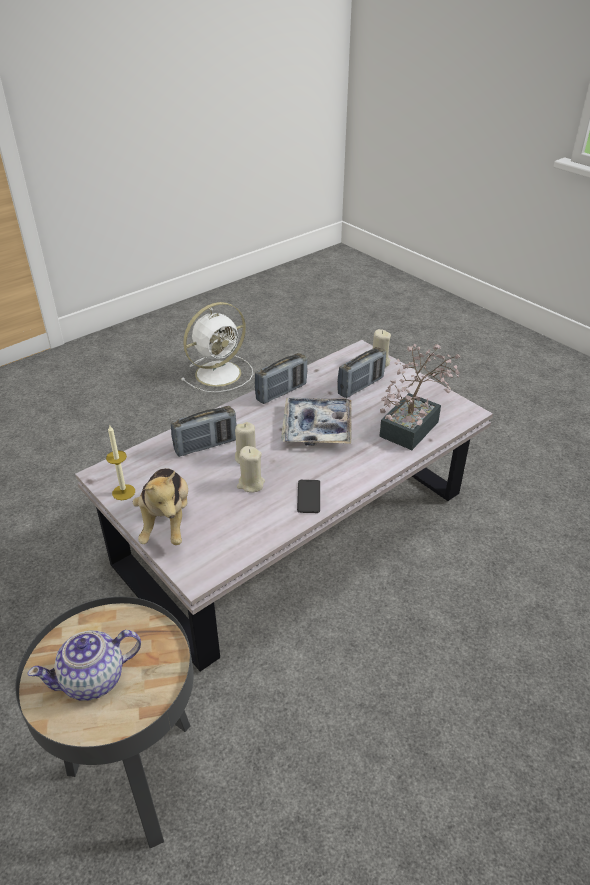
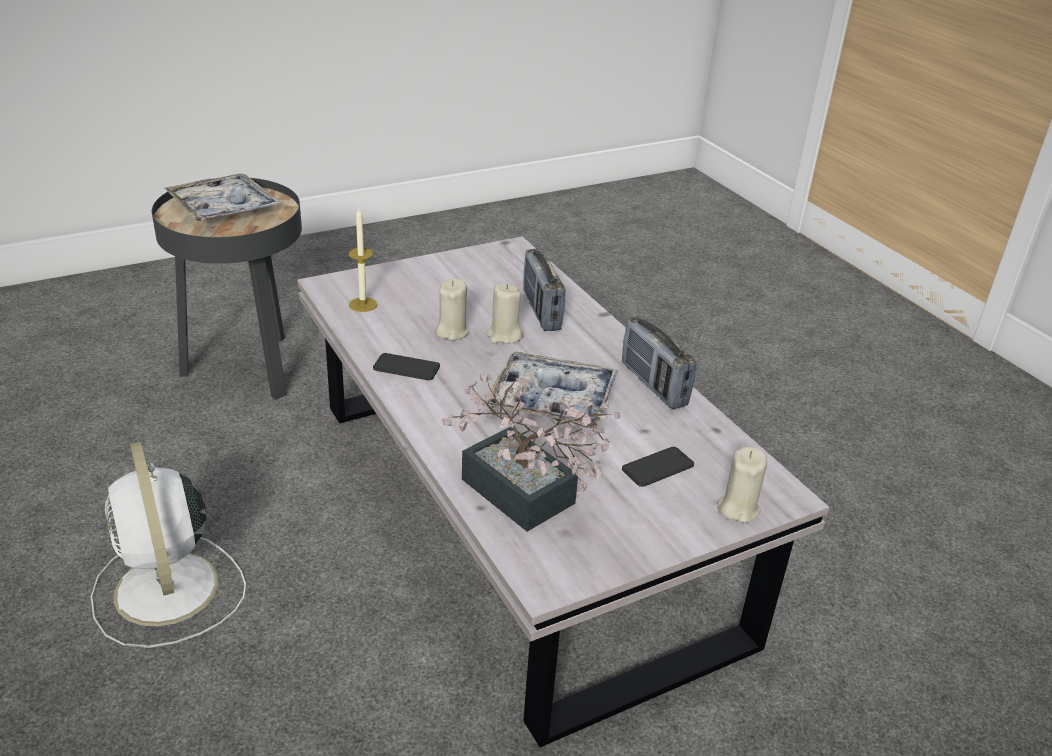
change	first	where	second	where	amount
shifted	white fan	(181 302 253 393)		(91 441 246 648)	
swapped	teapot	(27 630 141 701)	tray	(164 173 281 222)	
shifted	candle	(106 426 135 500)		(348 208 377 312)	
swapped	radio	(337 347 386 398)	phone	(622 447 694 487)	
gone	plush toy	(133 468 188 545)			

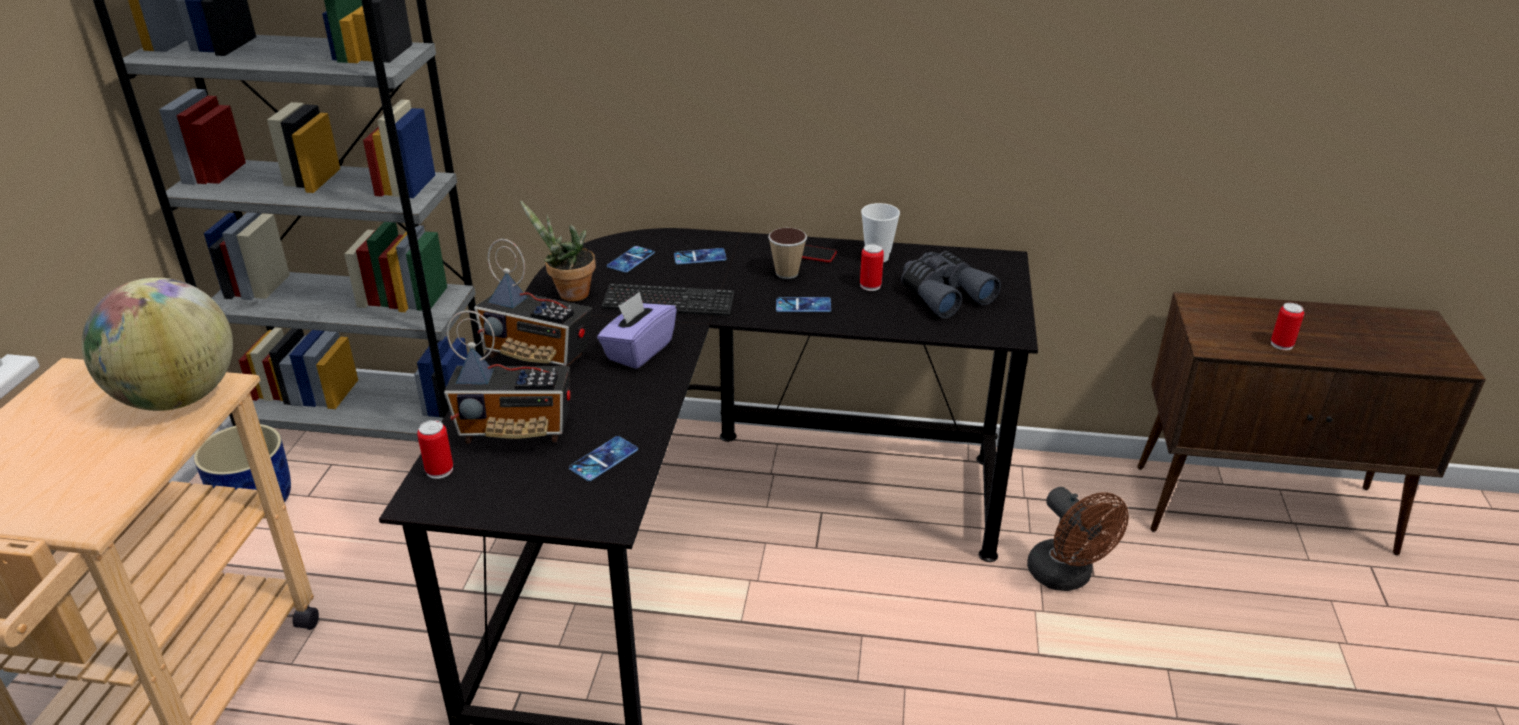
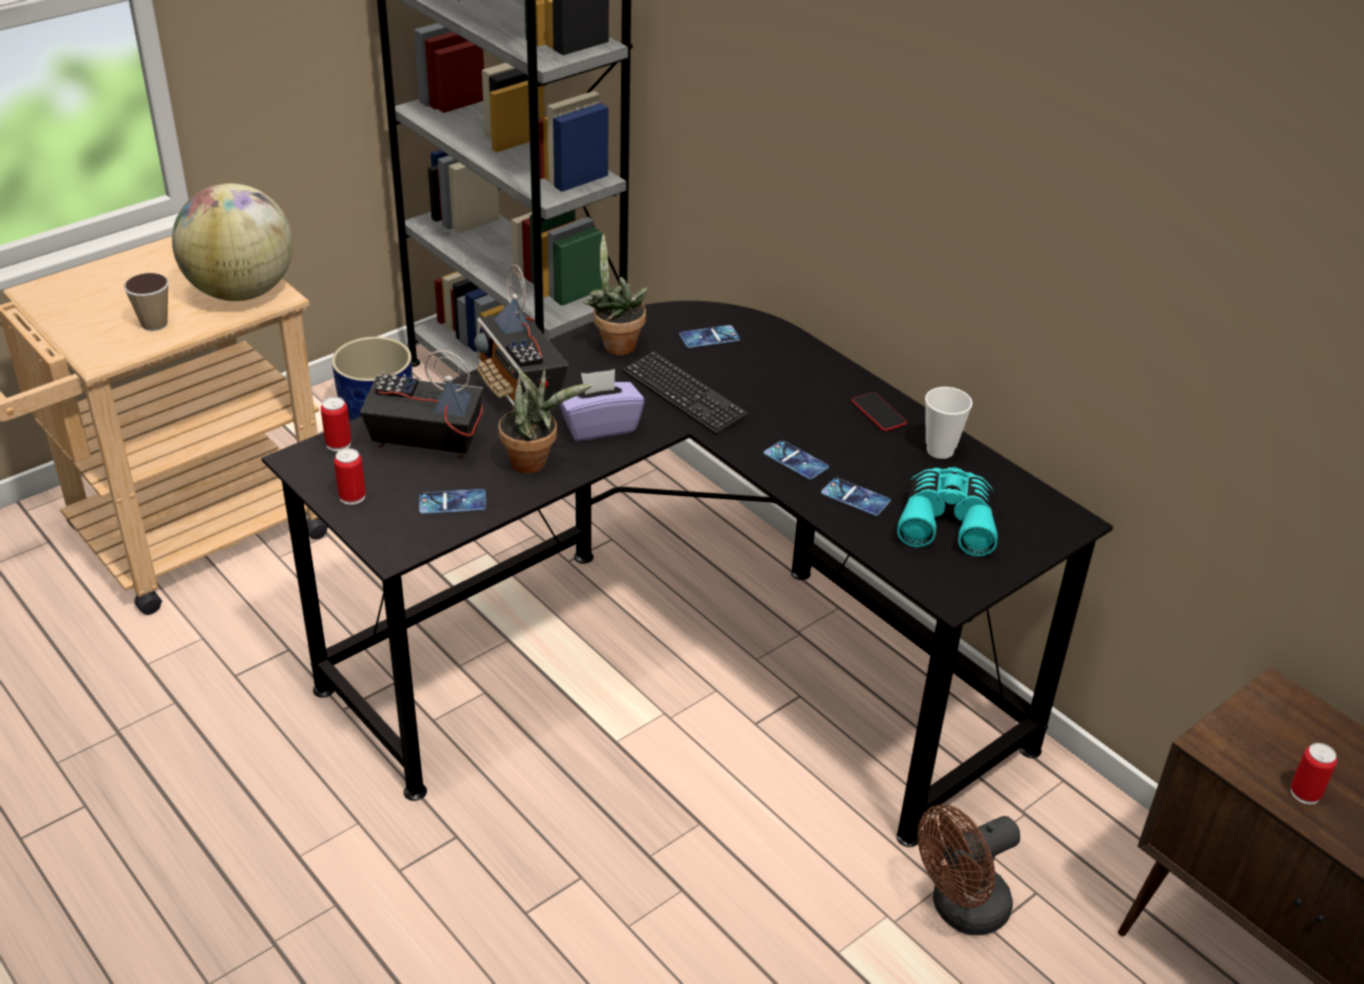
change	first	where	second	where	amount
shifted	cup	(768 228 807 279)		(124 273 169 331)	
shifted	can	(860 244 884 291)		(334 448 366 505)	
rotated	radio	(444 310 570 444)		(360 350 483 459)	150 degrees clockwise
new			potted plant	(498 368 593 473)	
shifted	phone	(674 248 727 265)		(821 477 891 516)	
repainted	grey binoculars	(901 251 1001 319)	turquoise binoculars	(897 467 998 556)	
rotated	brown fan	(1027 487 1129 591)		(918 804 1020 935)	45 degrees clockwise

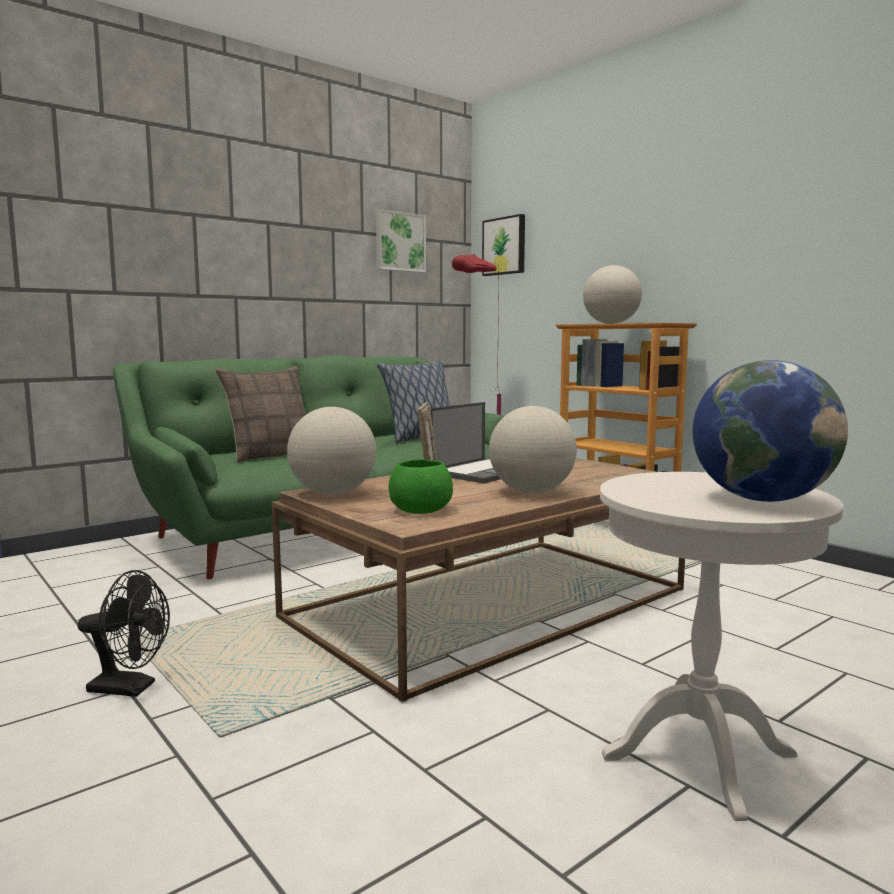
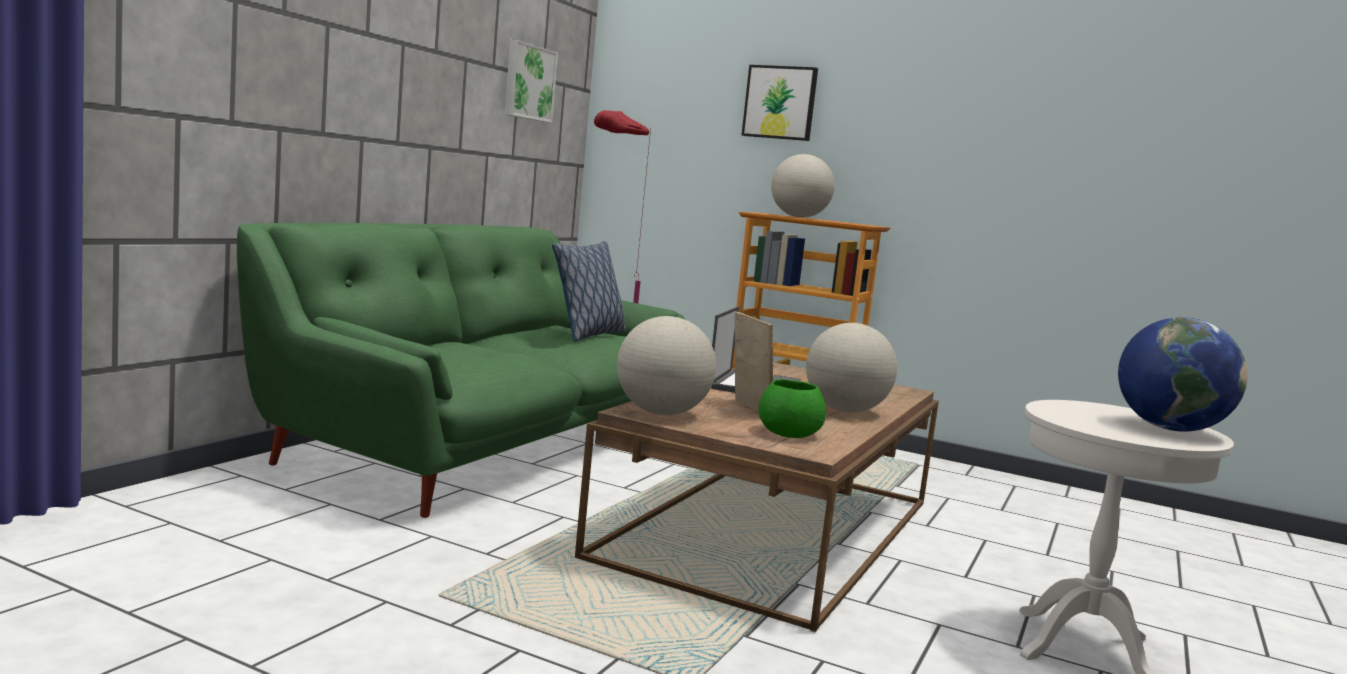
change	first	where	second	where	amount
shifted	picture	(482 214 525 276)		(742 65 818 141)	
gone	black fan	(78 570 170 697)			
gone	pillow	(215 366 306 463)			

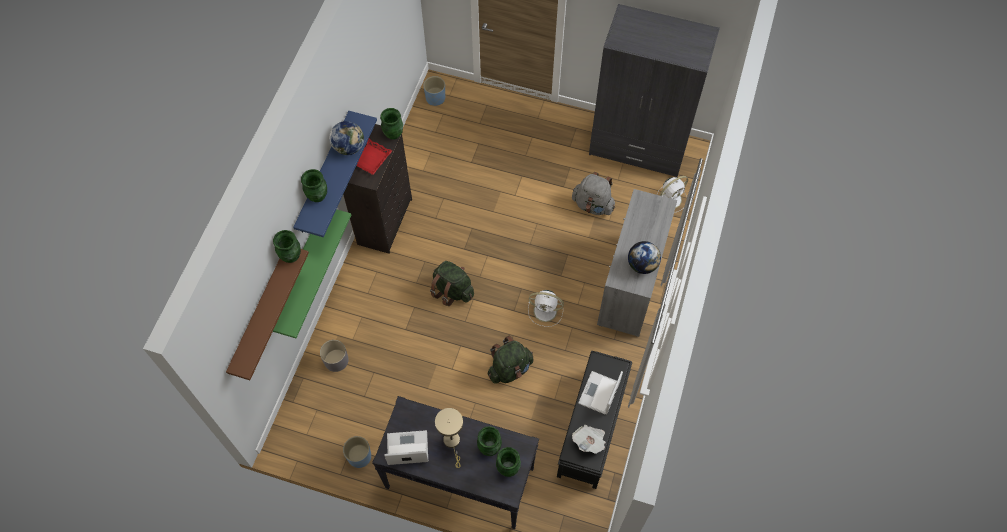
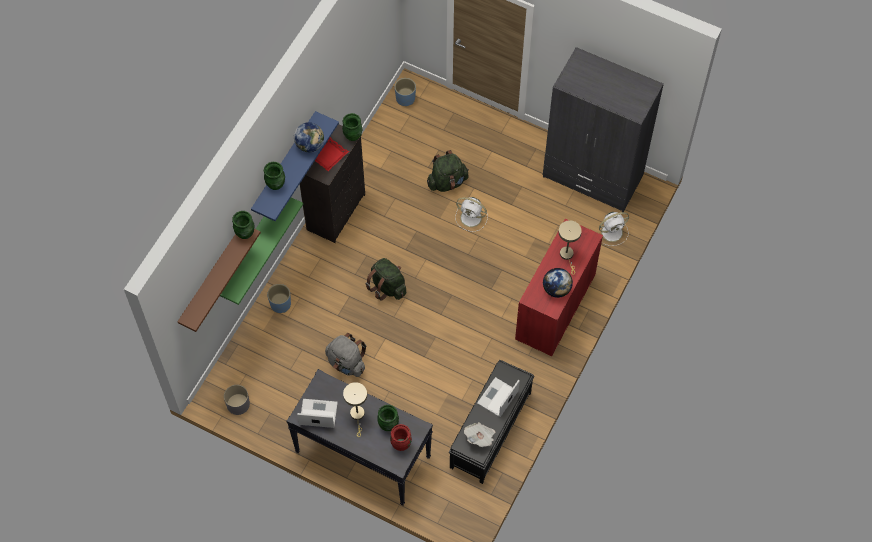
change	first	where	second	where	amount
shifted	grey planter	(320 340 349 372)		(224 385 250 415)	
shifted	blue planter	(343 436 371 468)		(267 284 291 313)	
shifted	grey backpack	(572 172 615 215)		(325 333 367 377)	
repainted	green vase	(496 447 521 477)	red vase	(390 424 412 451)	
shifted	green backpack	(488 336 533 384)		(427 150 469 192)	
shifted	white fan	(528 290 564 327)		(456 197 488 232)	
repainted	grey cabinet	(597 189 677 337)	red cabinet	(515 219 603 356)	
new			beige table lamp	(558 220 582 275)	

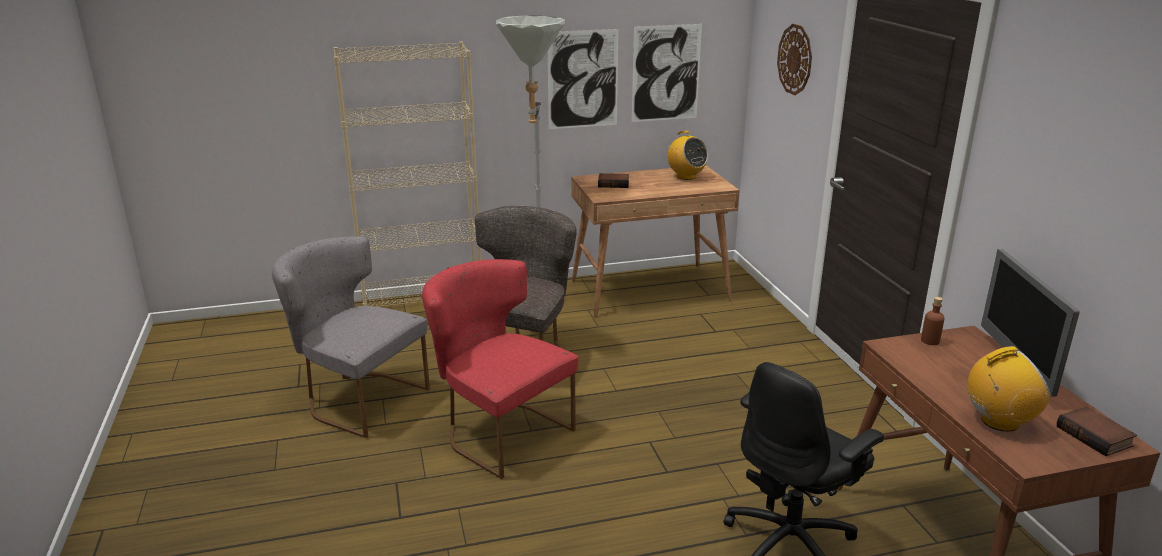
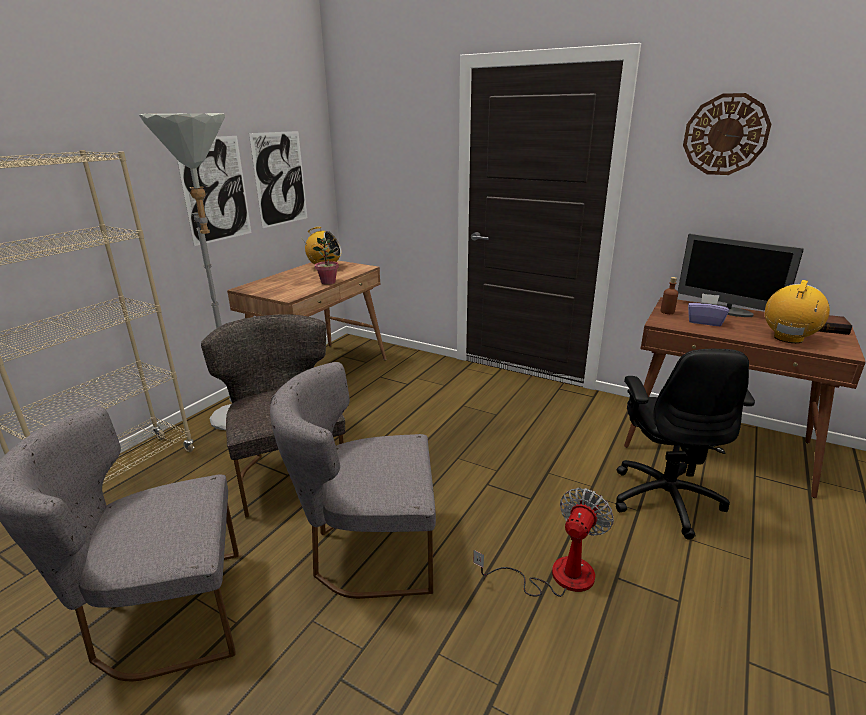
change	first	where	second	where	amount
repainted	red chair	(422 259 578 479)	grey chair	(270 362 436 599)	
new			potted plant	(313 237 339 285)	
new			fan	(473 488 614 597)	
shifted	wall clock	(777 24 812 95)		(683 93 771 175)	
new			purple tissue box	(688 293 729 326)	
gone	book	(598 173 629 188)			

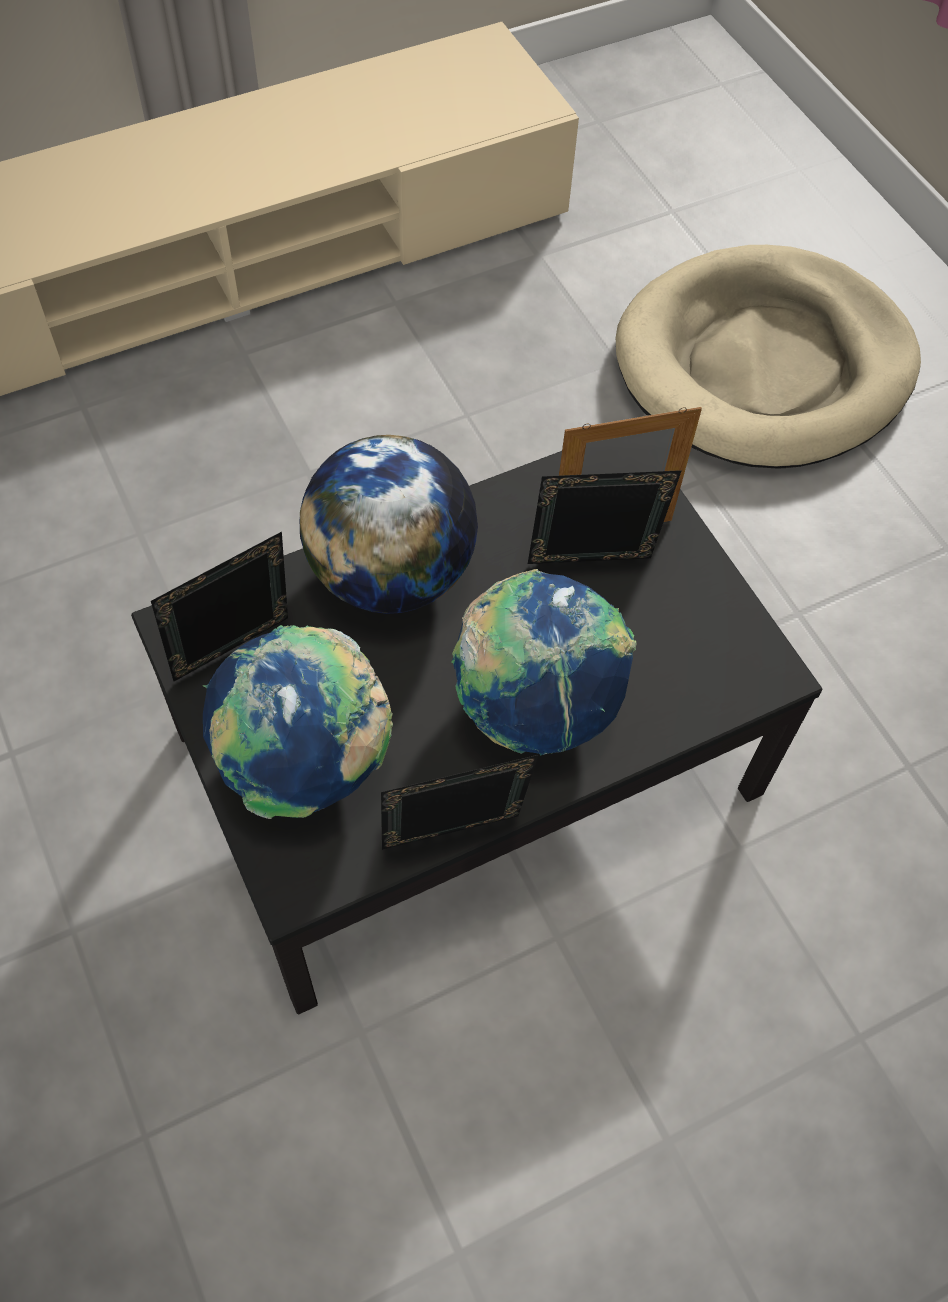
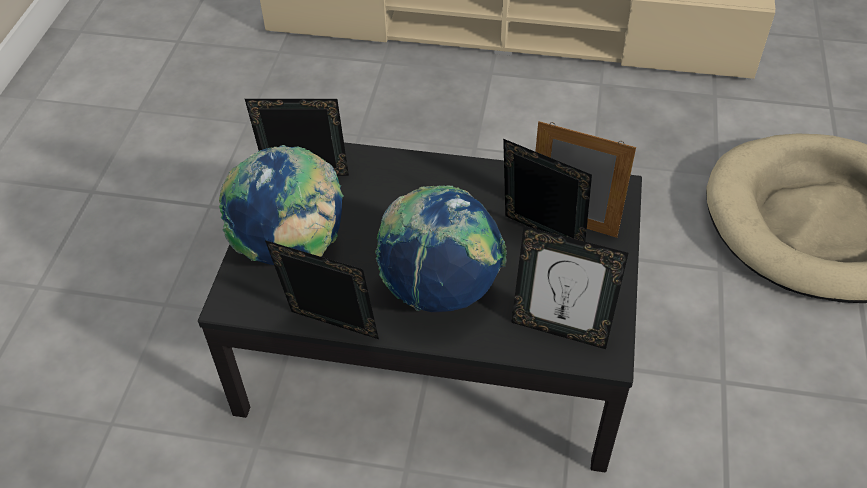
change	first	where	second	where	amount
new			picture frame	(511 226 628 349)	
gone	globe	(300 435 478 614)			

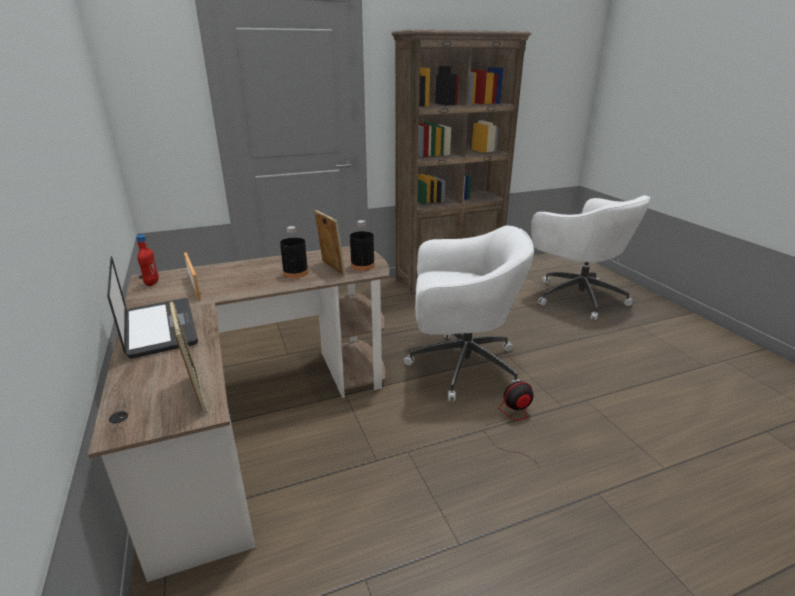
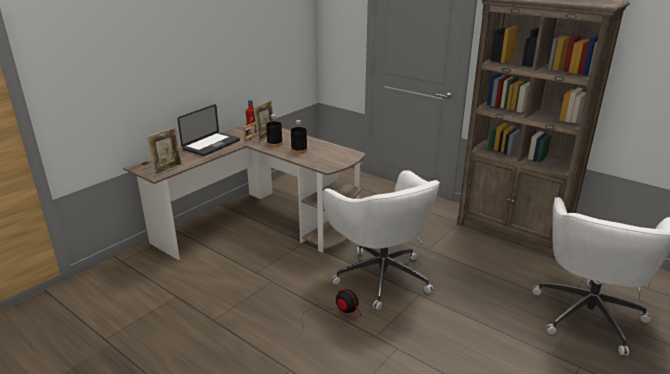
change	first	where	second	where	amount
shifted	picture frame	(314 210 345 276)		(254 100 274 142)	
shifted	black bottle	(350 220 375 271)		(266 114 283 147)	

